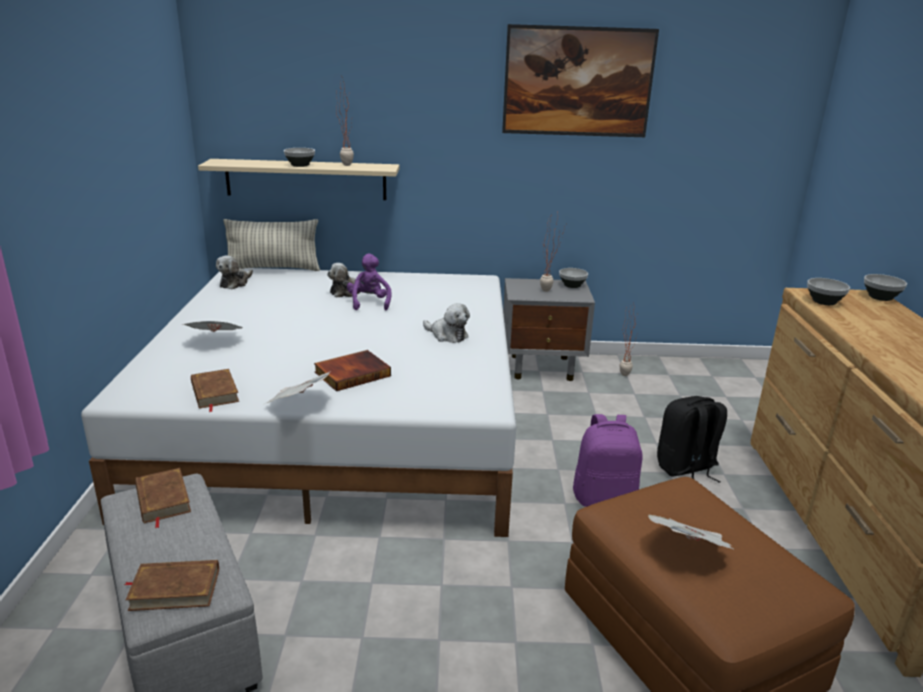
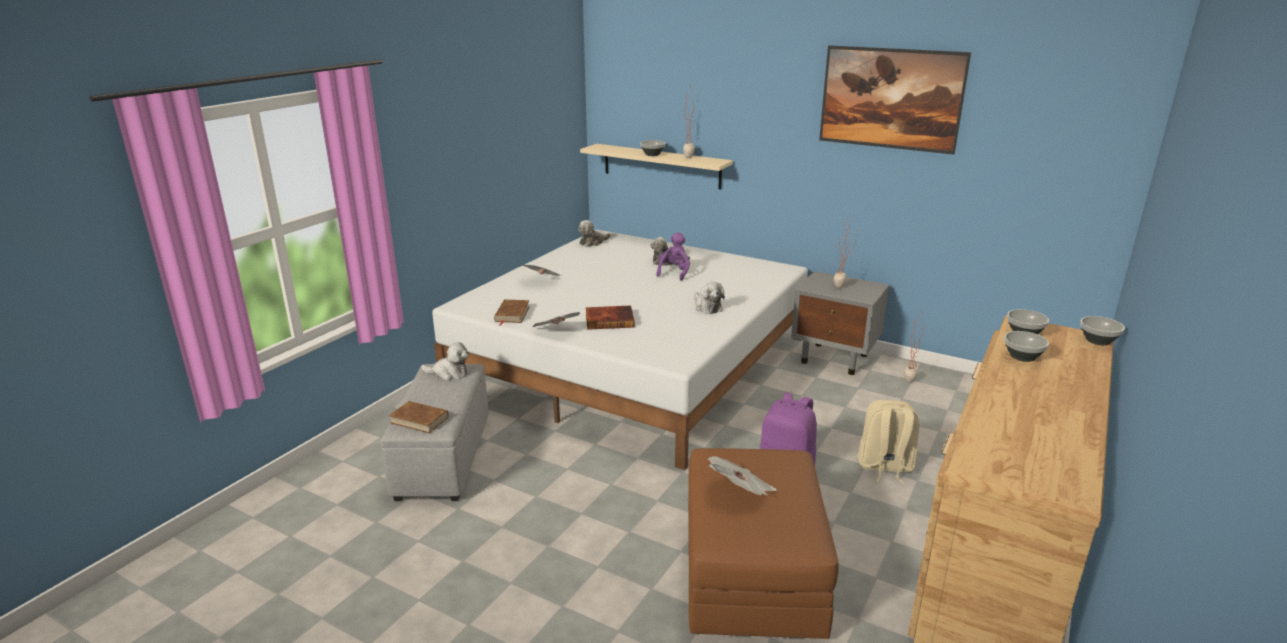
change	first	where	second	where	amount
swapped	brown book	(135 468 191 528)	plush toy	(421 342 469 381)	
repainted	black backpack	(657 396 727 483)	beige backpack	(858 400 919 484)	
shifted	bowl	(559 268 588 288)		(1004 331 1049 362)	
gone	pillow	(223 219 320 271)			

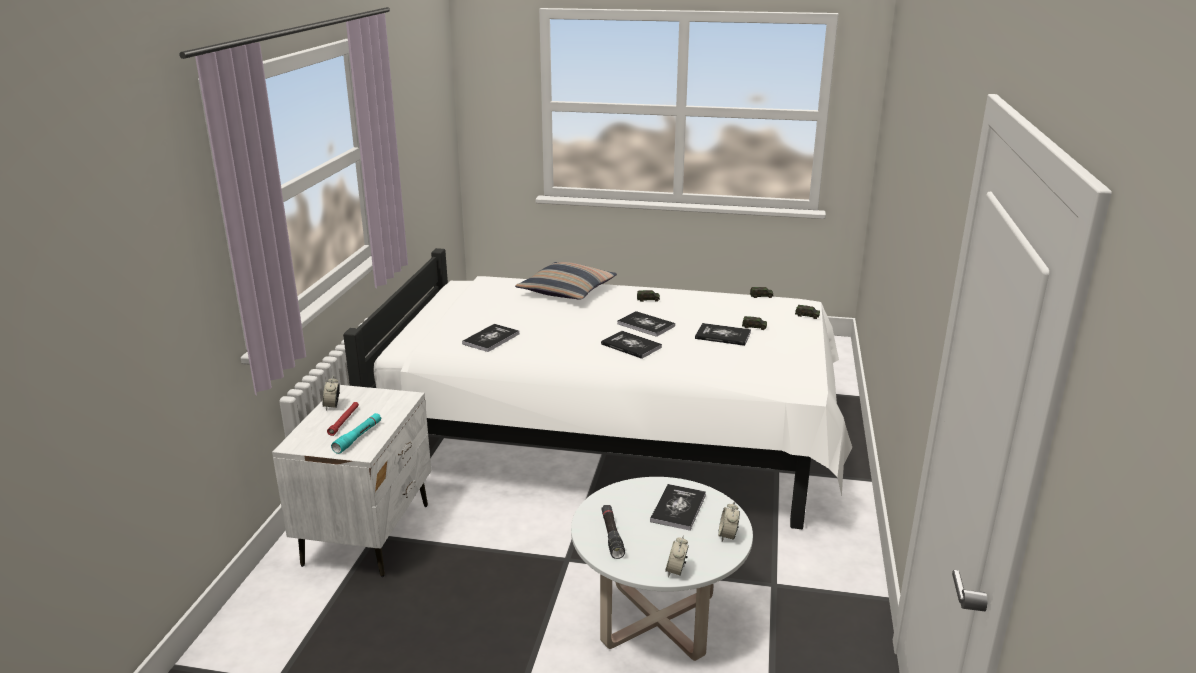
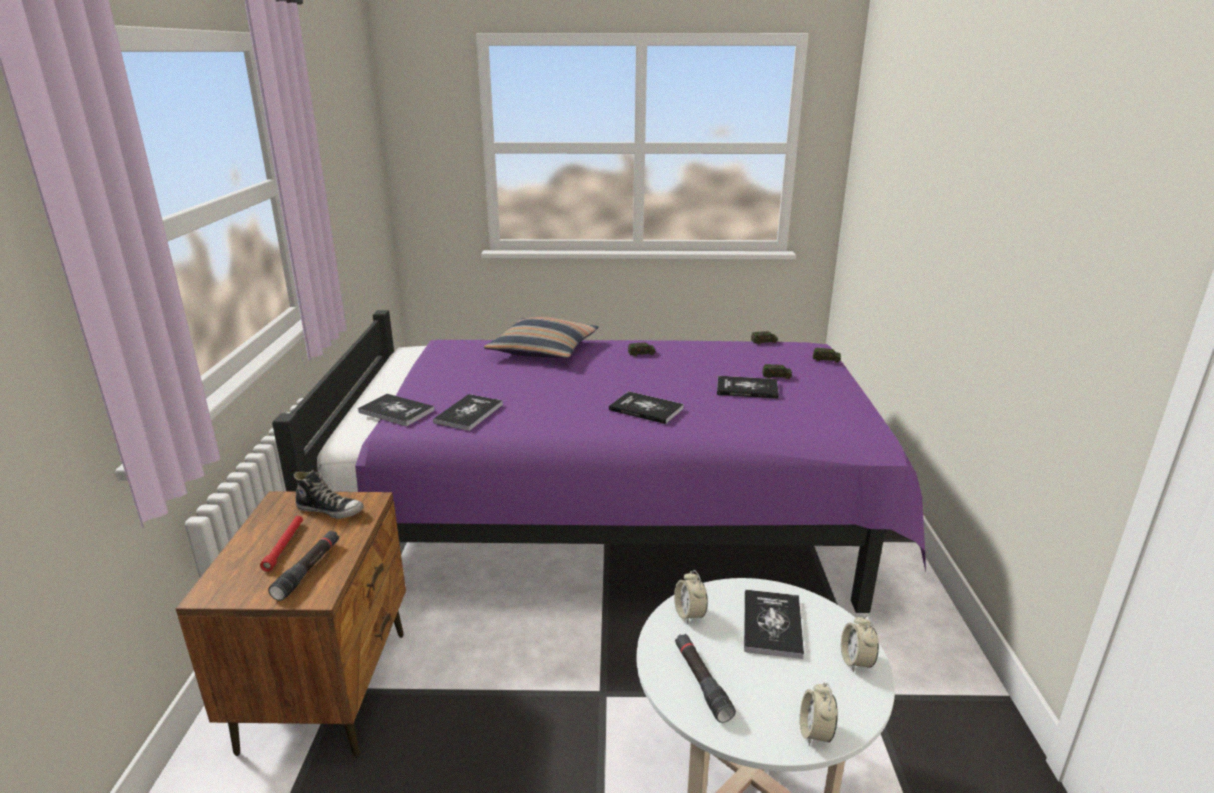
change	first	where	second	where	amount
repainted	white nightstand	(272 385 431 577)	brown nightstand	(176 491 406 758)	
repainted	turquoise flashlight	(331 413 382 454)	black flashlight	(268 530 339 601)	
repainted	white bed	(343 248 852 529)	purple bed	(272 310 926 613)	
new			shoe	(294 470 364 519)	
shifted	book	(617 311 675 337)		(358 394 435 427)	
shifted	alarm clock	(323 375 340 411)		(674 570 708 624)	

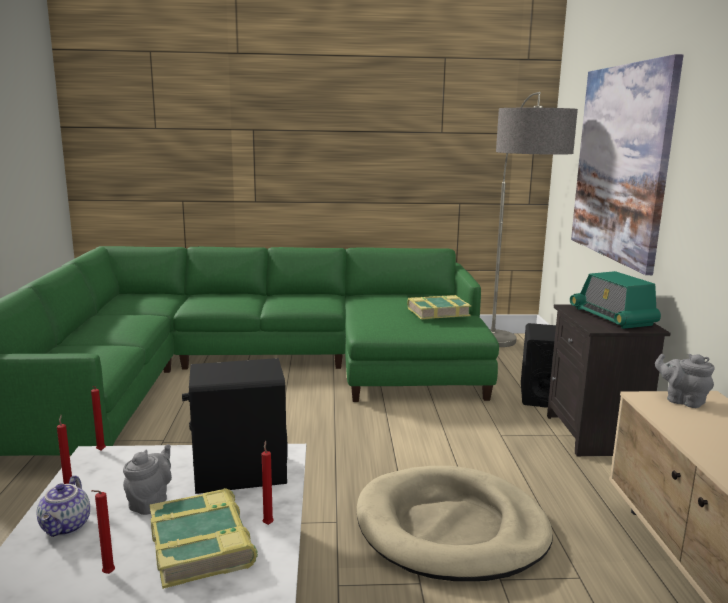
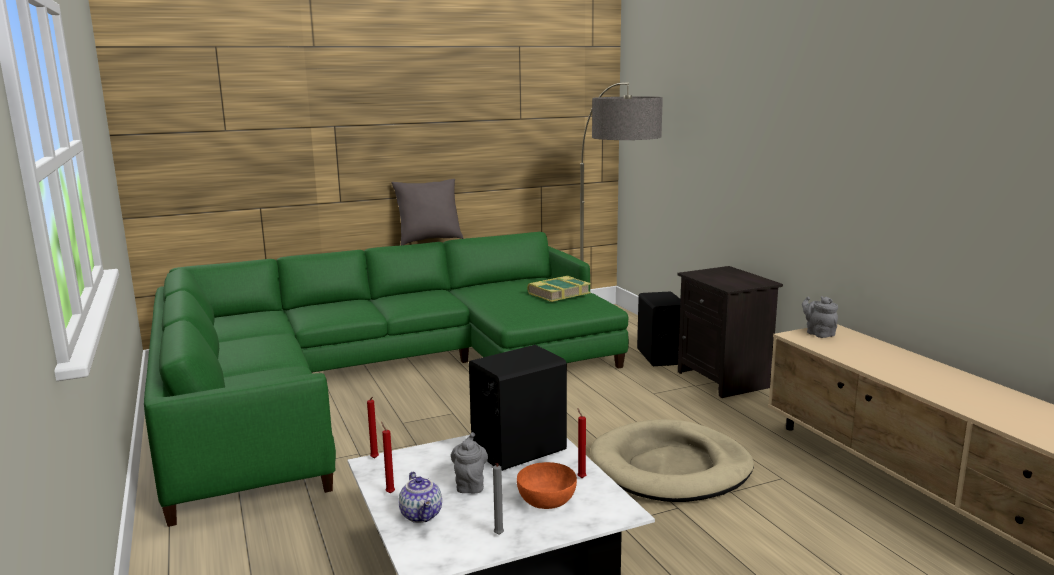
change	first	where	second	where	amount
new			grey pillow	(391 179 464 245)	
repainted	red candle	(91 490 115 574)	grey candle	(493 463 504 535)	
swapped	book	(150 488 258 589)	orange bowl	(517 462 577 509)	
rotated	grey teapot	(655 354 715 408)		(802 296 838 338)	45 degrees clockwise
gone	radio	(570 271 661 329)			
gone	picture	(571 54 683 275)			

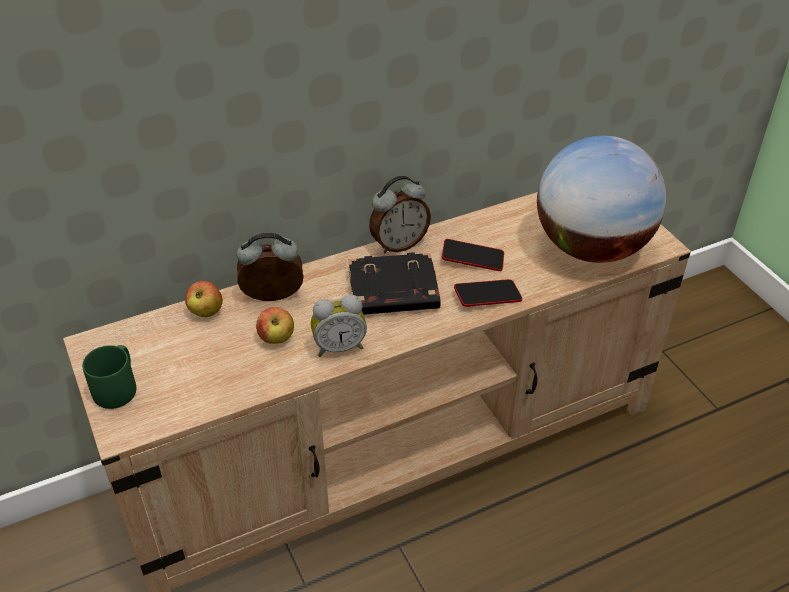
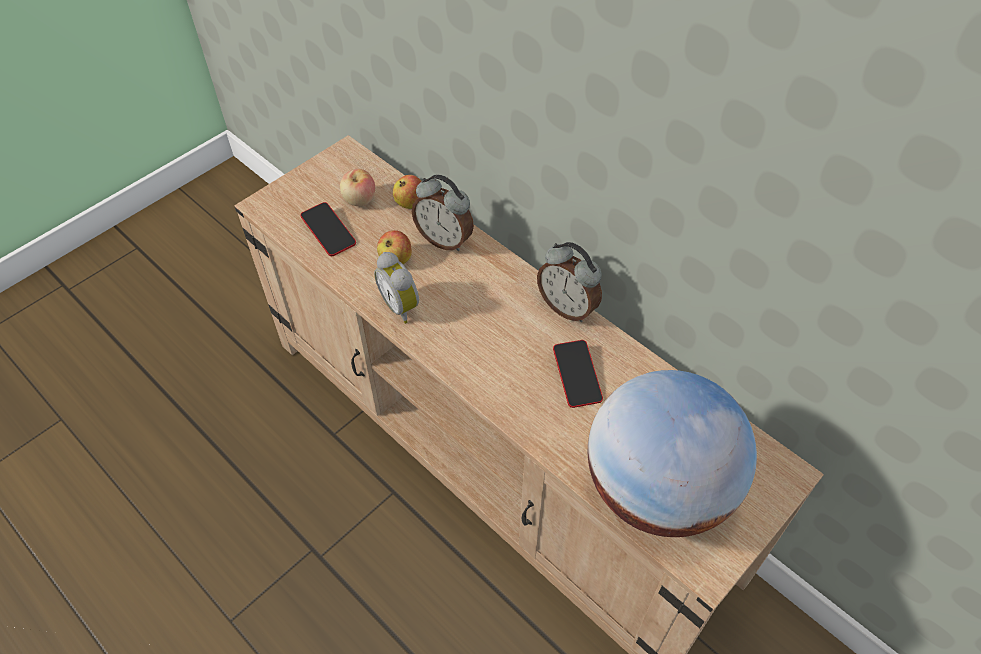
change	first	where	second	where	amount
shifted	phone	(454 279 522 307)		(300 202 356 256)	
new			apple	(340 169 375 206)	
rotated	alarm clock	(237 233 303 301)		(412 174 474 251)	150 degrees clockwise
gone	green mug	(82 345 136 409)			
gone	black book	(348 253 441 315)			

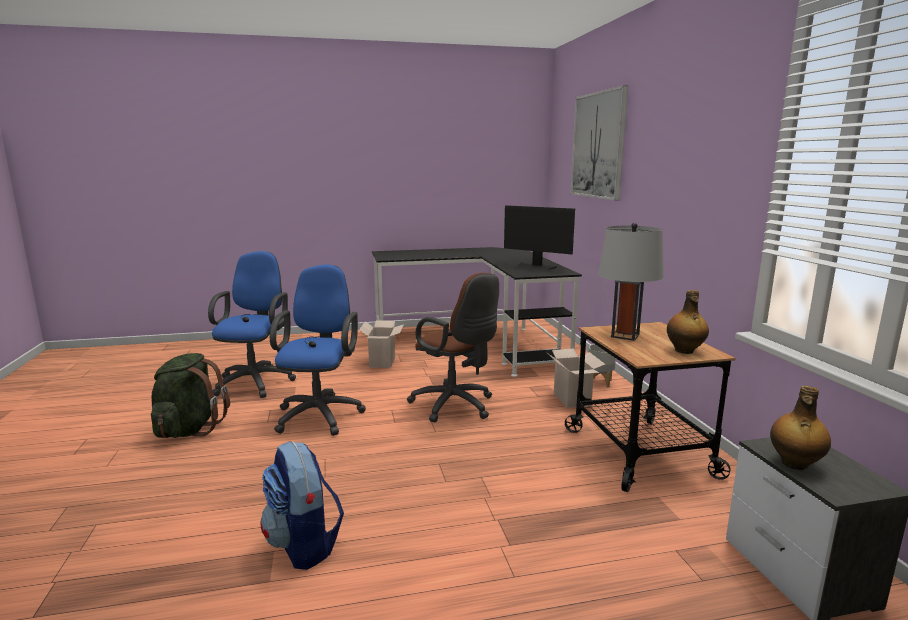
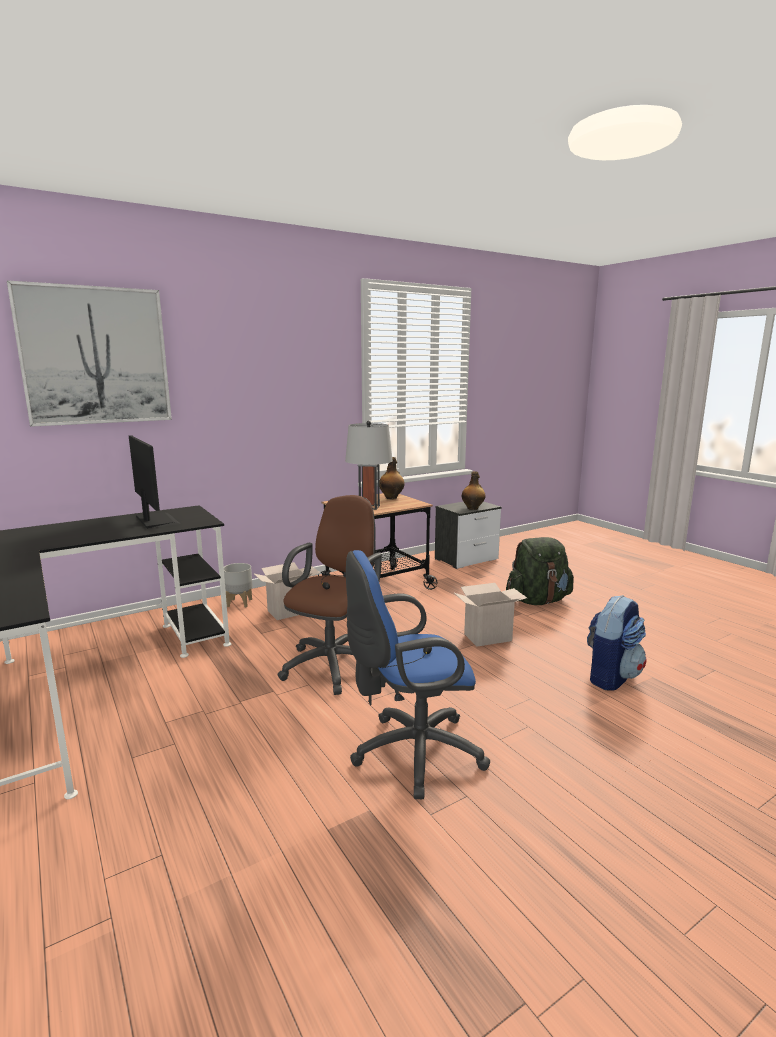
change	first	where	second	where	amount
rotated	monitor	(504 205 575 272)		(129 435 180 529)	45 degrees counterclockwise
shifted	cardboard box	(359 320 404 368)		(454 583 527 647)	
shifted	green backpack	(151 353 230 438)		(506 537 574 605)	
gone	blue office chair	(208 251 296 398)			

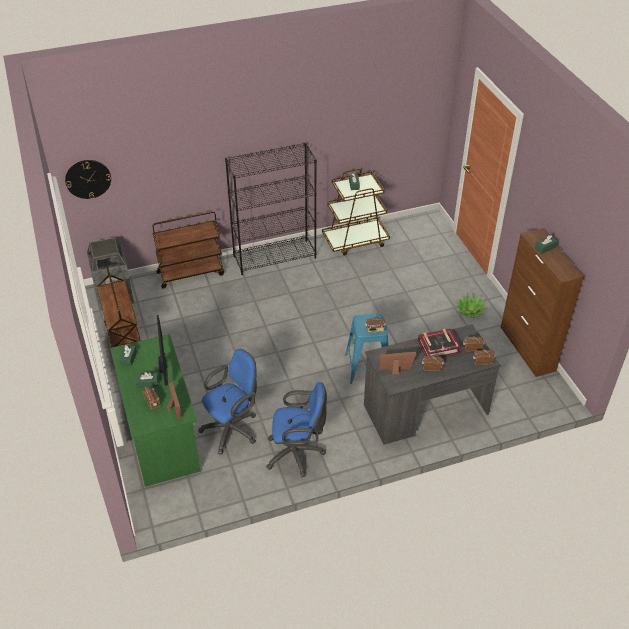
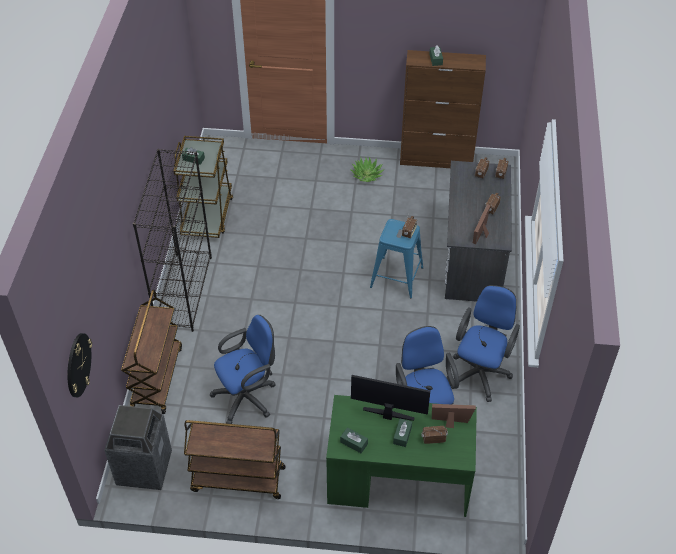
change	first	where	second	where	amount
new			blue office chair	(210 315 275 424)	
gone	book	(418 329 461 357)			

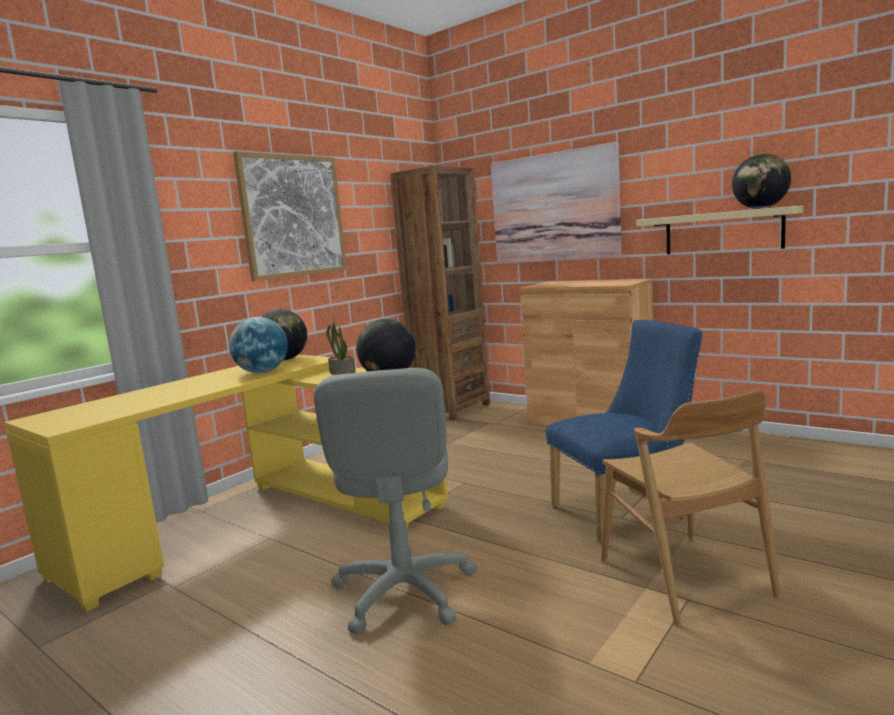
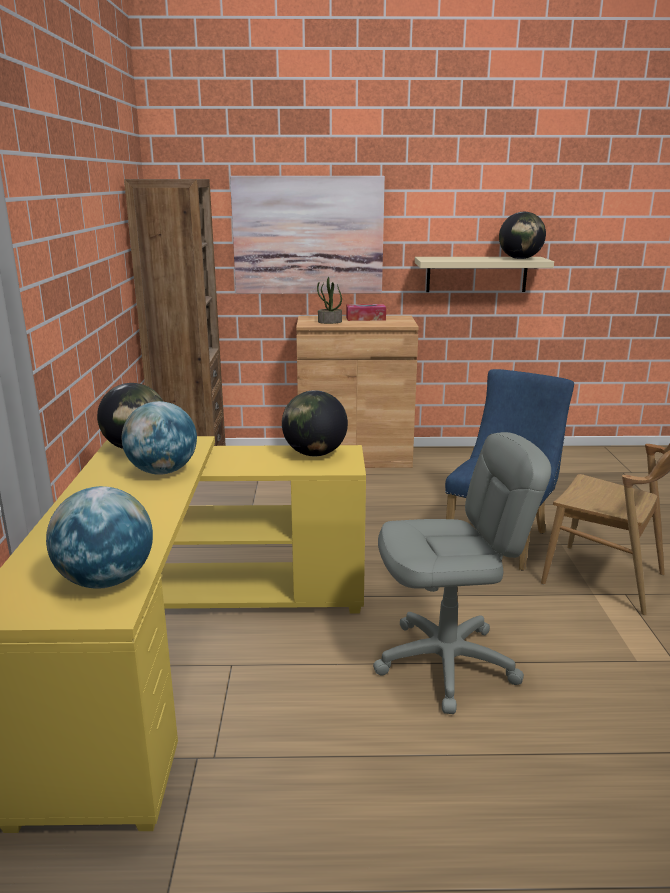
change	first	where	second	where	amount
new			globe	(46 486 153 588)	
shifted	potted plant	(326 318 356 375)		(317 277 342 324)	
new			tissue box	(346 304 386 321)	
rotated	grey office chair	(314 368 477 634)		(373 432 551 714)	60 degrees counterclockwise
gone	picture	(233 151 347 281)			

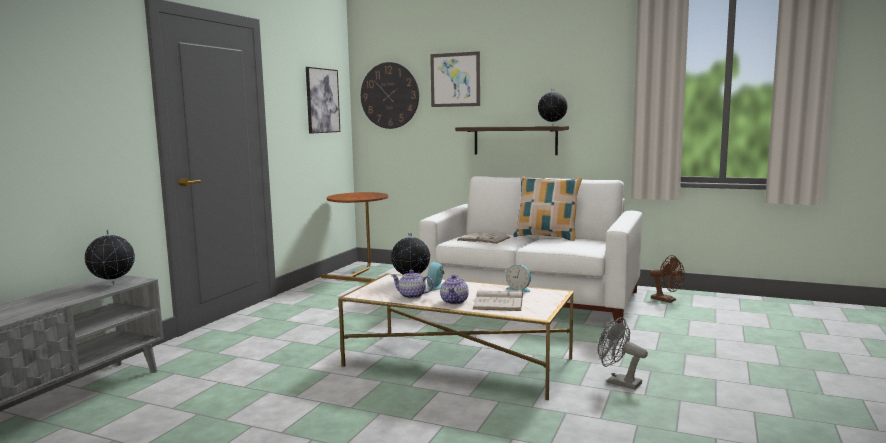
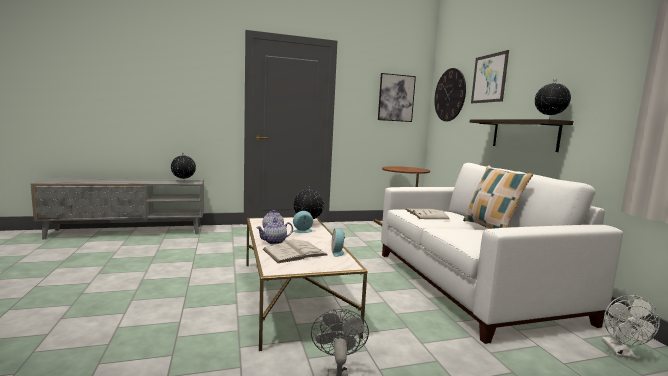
change	first	where	second	where	amount
repainted	brown fan	(650 255 685 303)	white fan	(602 295 660 359)	

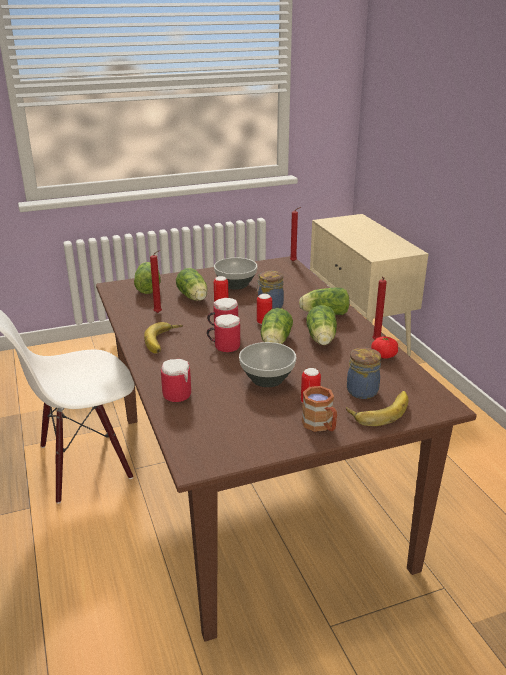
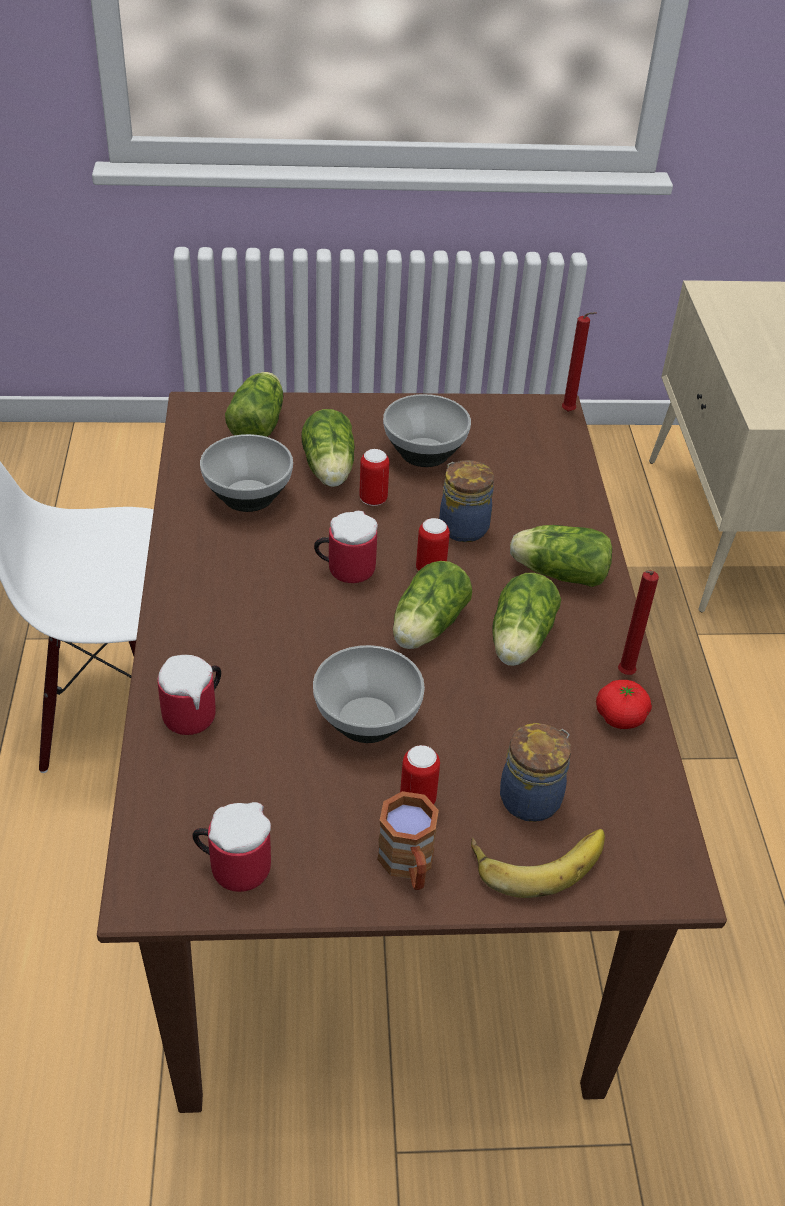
change	first	where	second	where	amount
shifted	mug	(207 314 240 352)		(193 802 271 892)	
swapped	red candle	(150 250 162 313)	bowl	(200 434 293 512)	
gone	banana	(144 322 183 354)			

